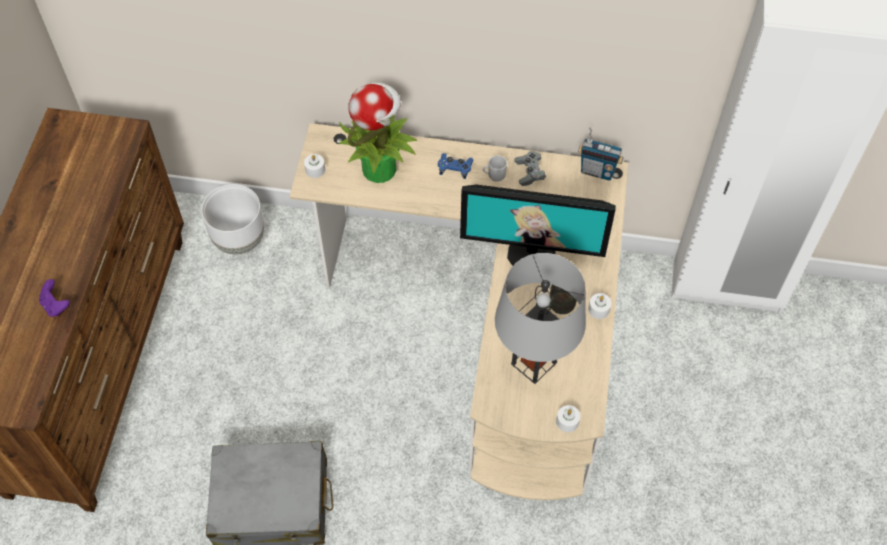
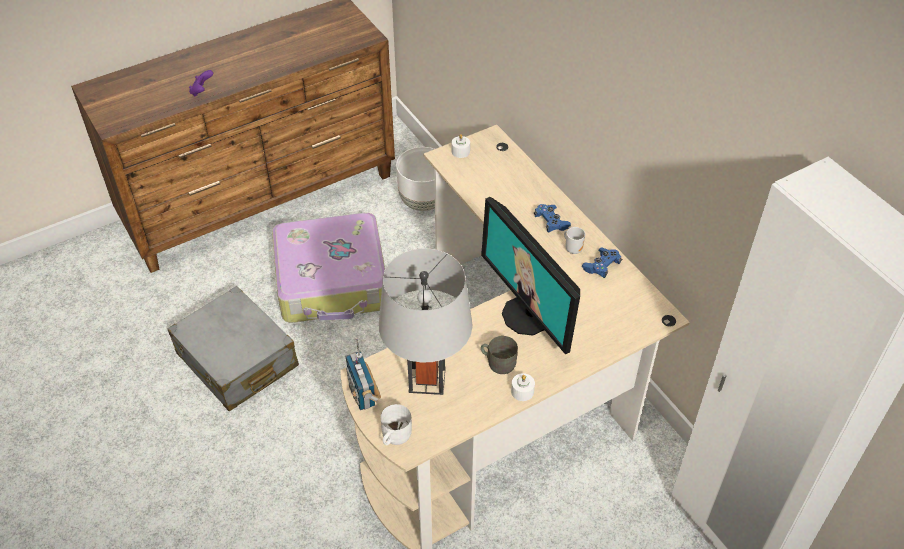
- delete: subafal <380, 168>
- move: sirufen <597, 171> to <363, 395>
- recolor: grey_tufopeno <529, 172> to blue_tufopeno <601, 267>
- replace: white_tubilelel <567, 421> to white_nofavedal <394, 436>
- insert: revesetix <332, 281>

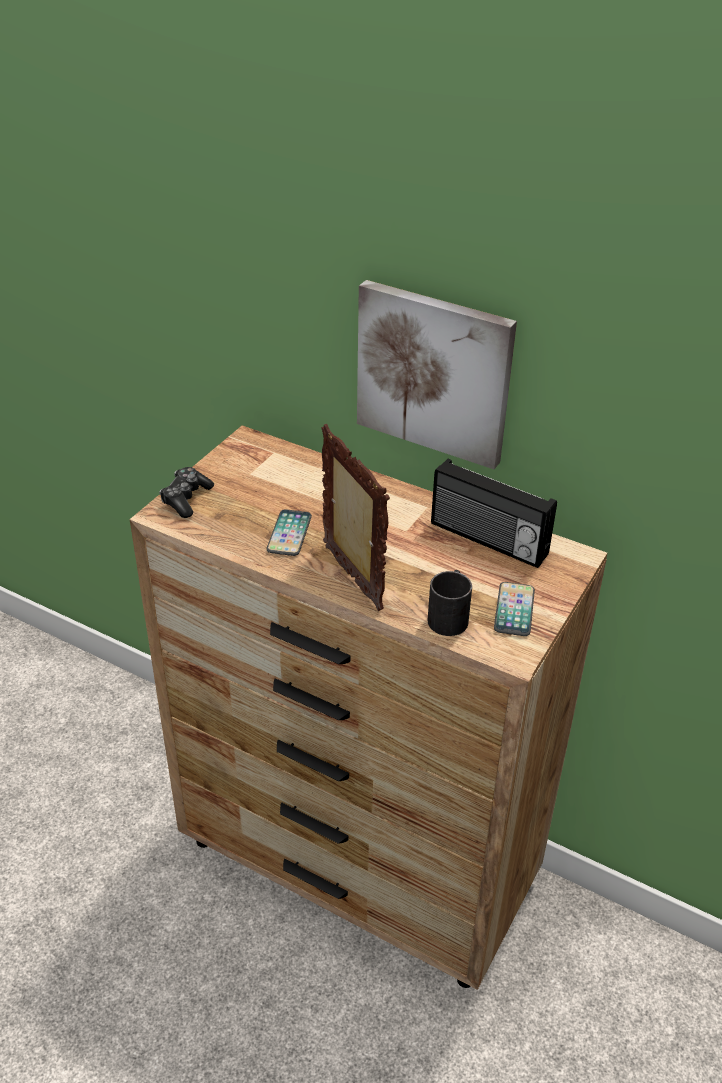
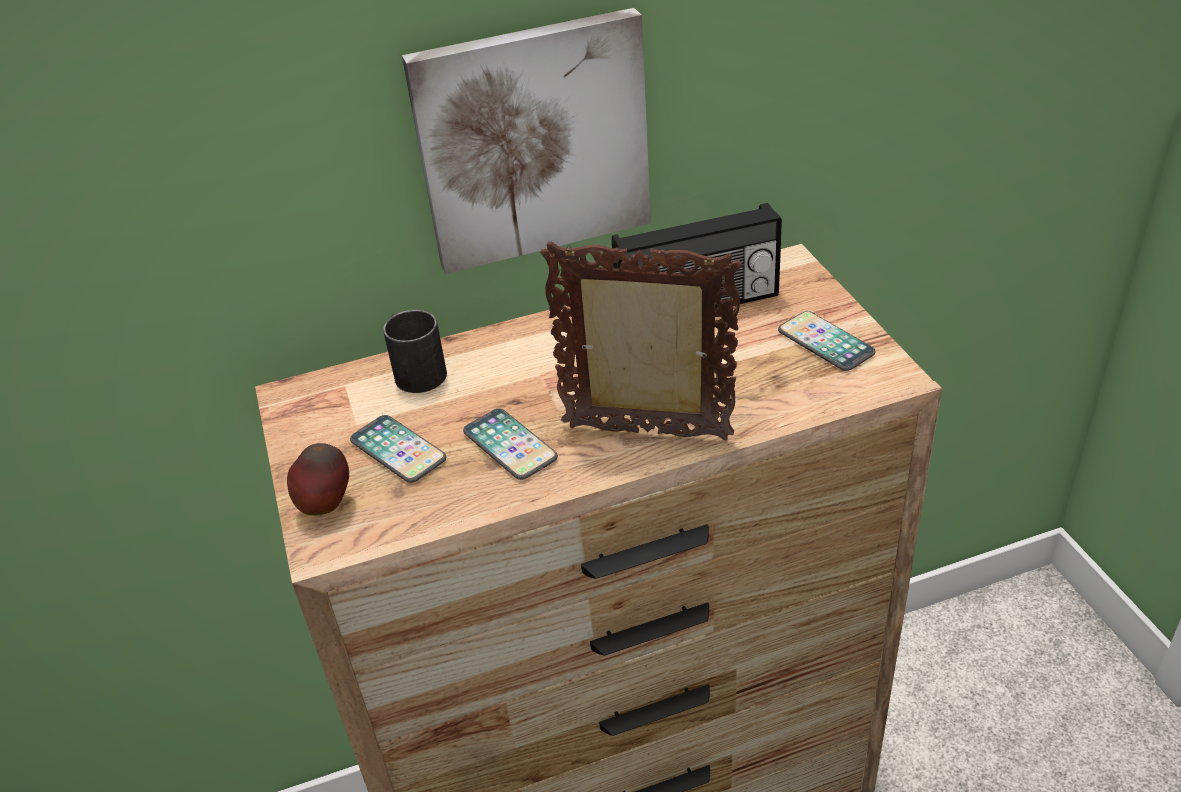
- replace: tufopeno <186, 499> to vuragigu <327, 505>
- move: black_nofavedal <449, 615> to <415, 370>
- insert: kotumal <398, 450>

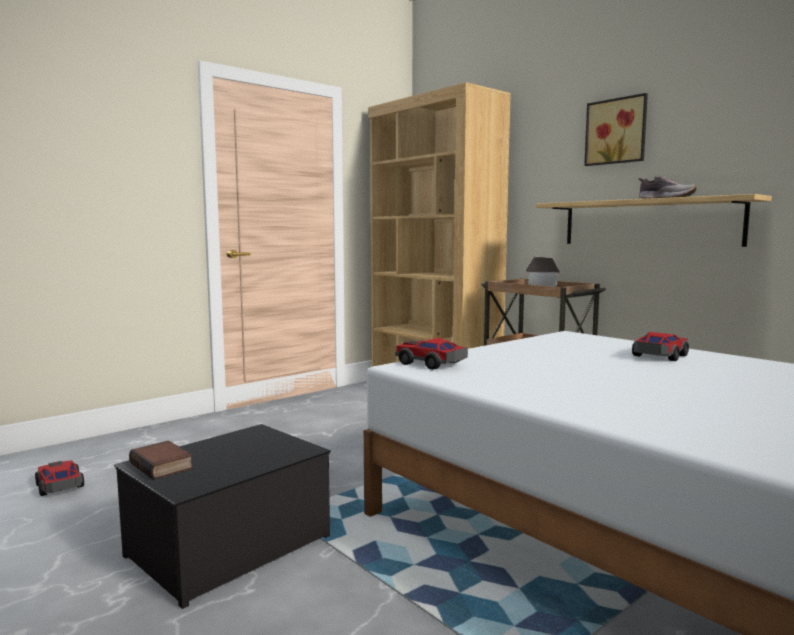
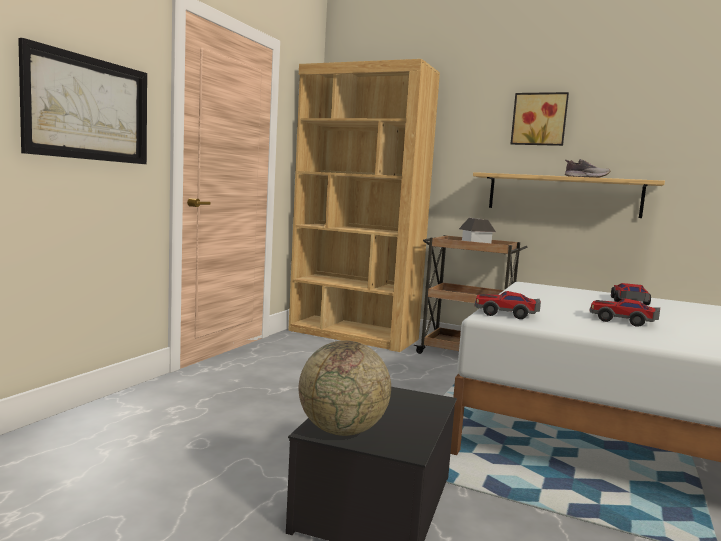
- replace: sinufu <163, 465> to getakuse <342, 430>
- move: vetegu <59, 486> to <622, 321>
- insert: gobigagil <88, 109>

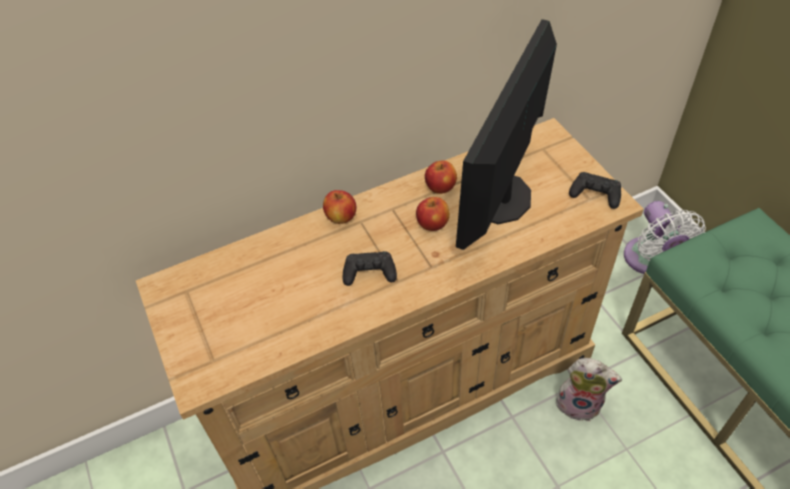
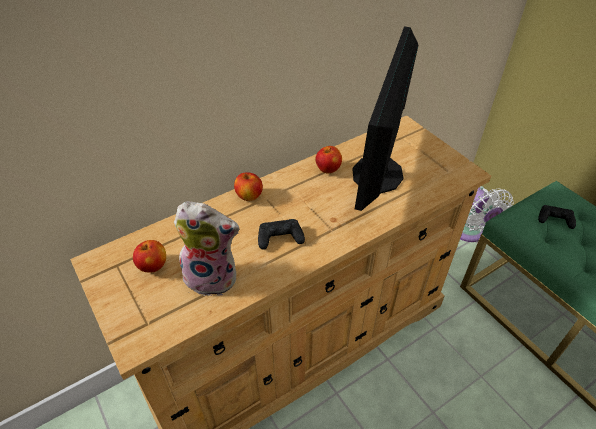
- move: black_tufopeno <595, 194> to <555, 219>
- move: vuragigu <432, 224> to <153, 265>
- move: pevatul <580, 403> to <213, 276>

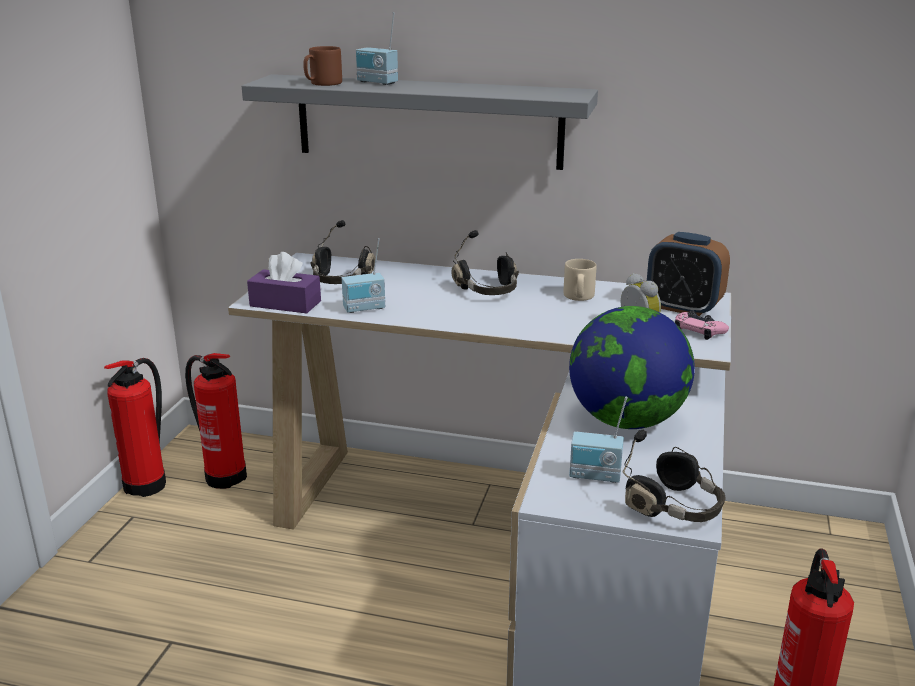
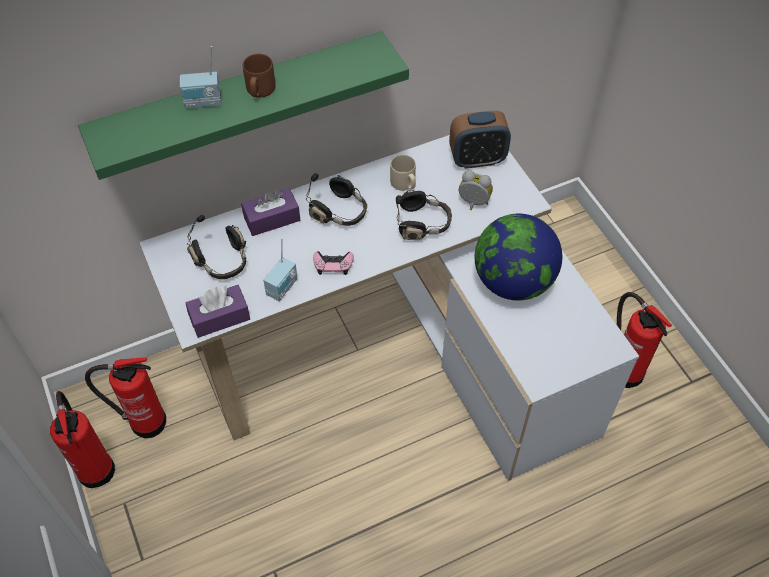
- move: brown_nofavedal <322, 83> to <259, 90>
- recolor: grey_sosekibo <428, 121> to green_sosekibo <241, 103>
- move: pink_tufopeno <699, 330> to <333, 264>
- delete: sirufen <595, 476>
- move: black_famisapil <675, 508> to <423, 223>
- insert: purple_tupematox <272, 219>

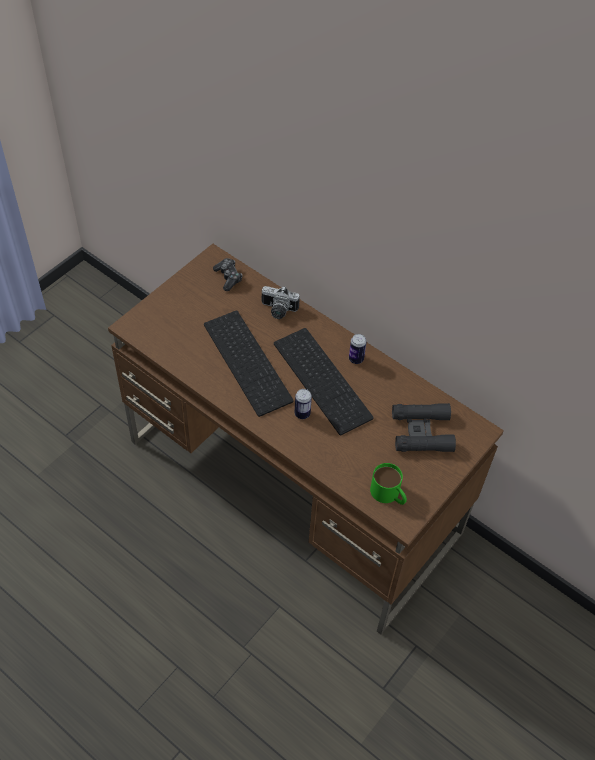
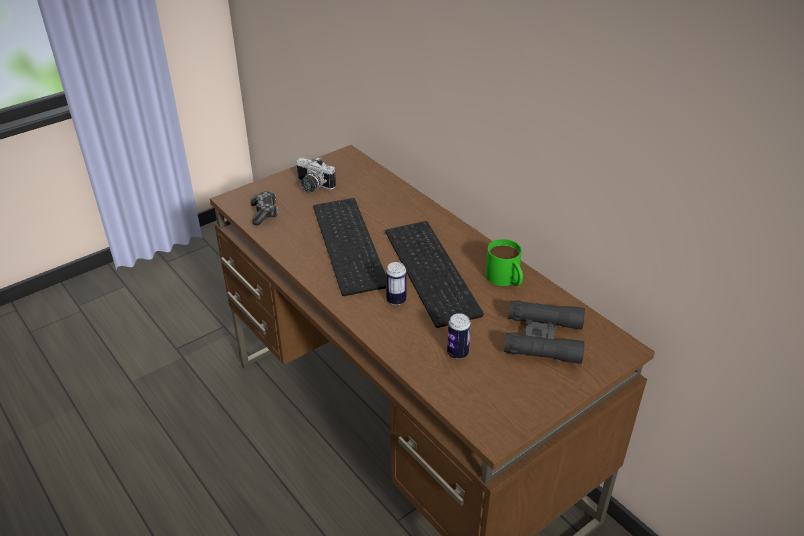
- move: tufopeno <228, 277> to <264, 213>
- move: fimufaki <278, 310> to <312, 187>
- move: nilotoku <356, 359> to <457, 353>
- move: green_nofavedal <389, 494> to <505, 279>

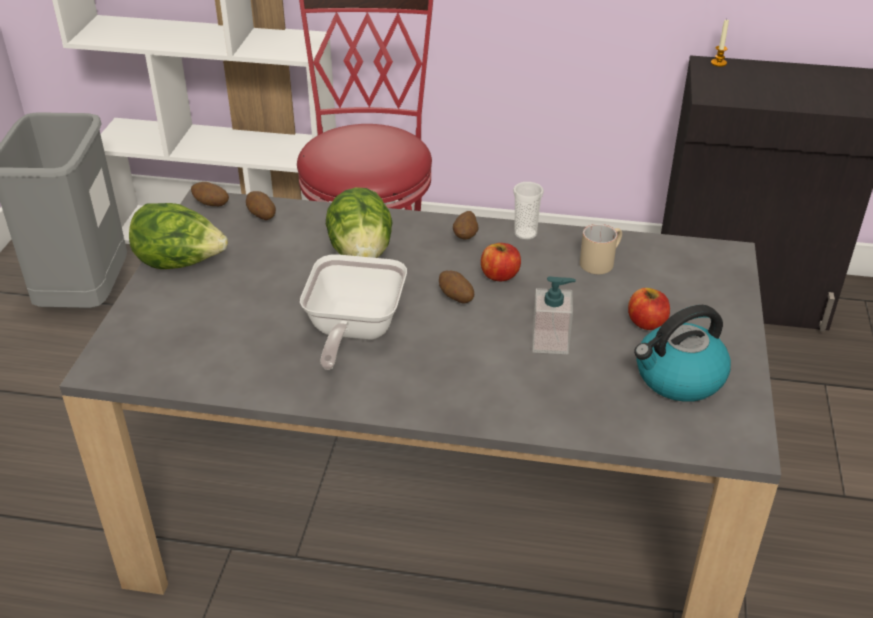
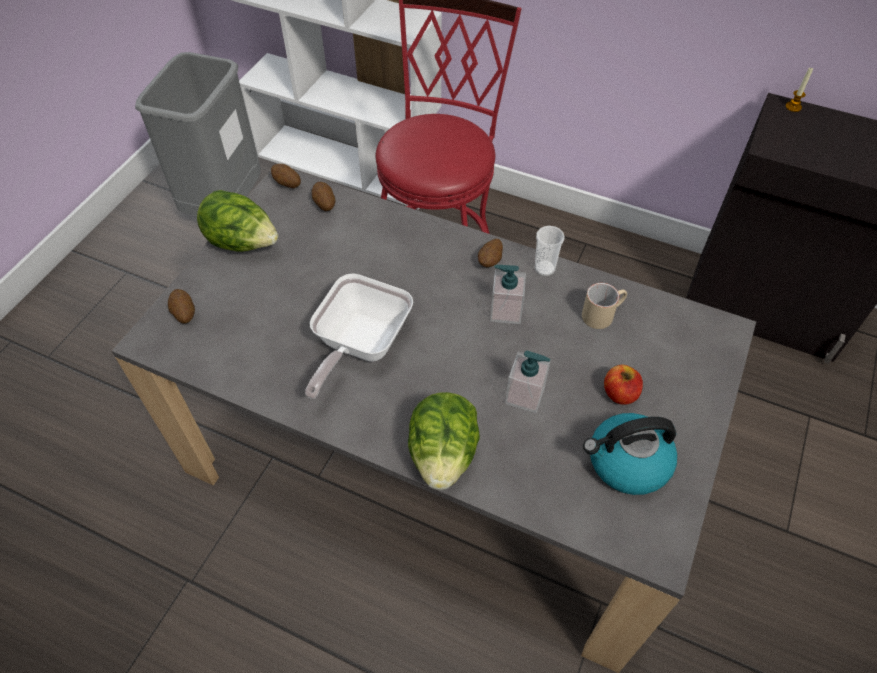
- move: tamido <361, 253> to <443, 454>
- replace: vuragigu <500, 275> to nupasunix <505, 311>
- move: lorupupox <456, 298> to <184, 314>

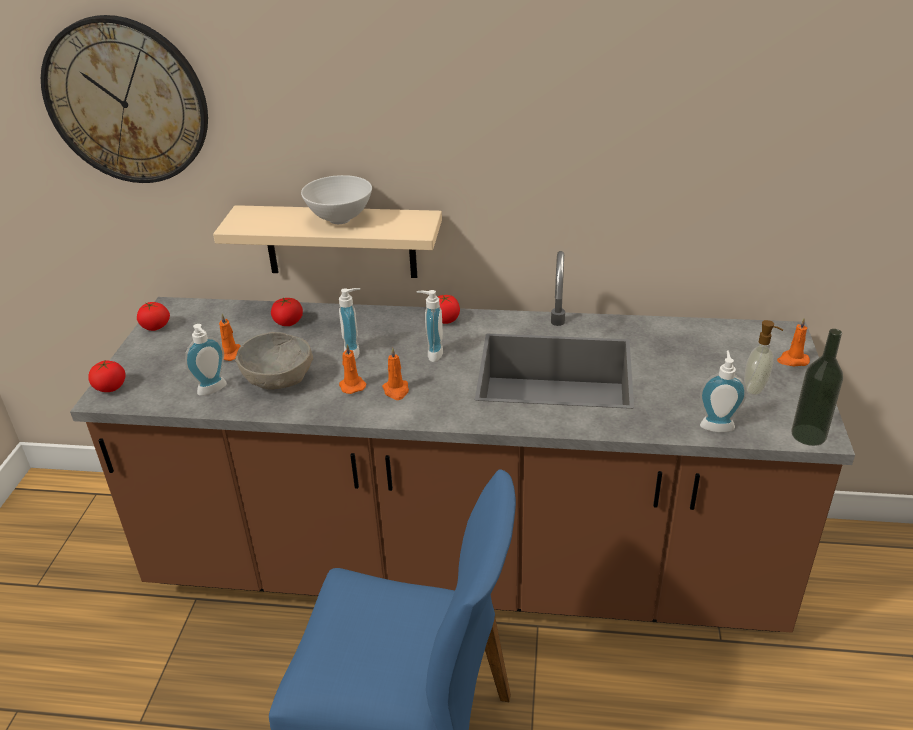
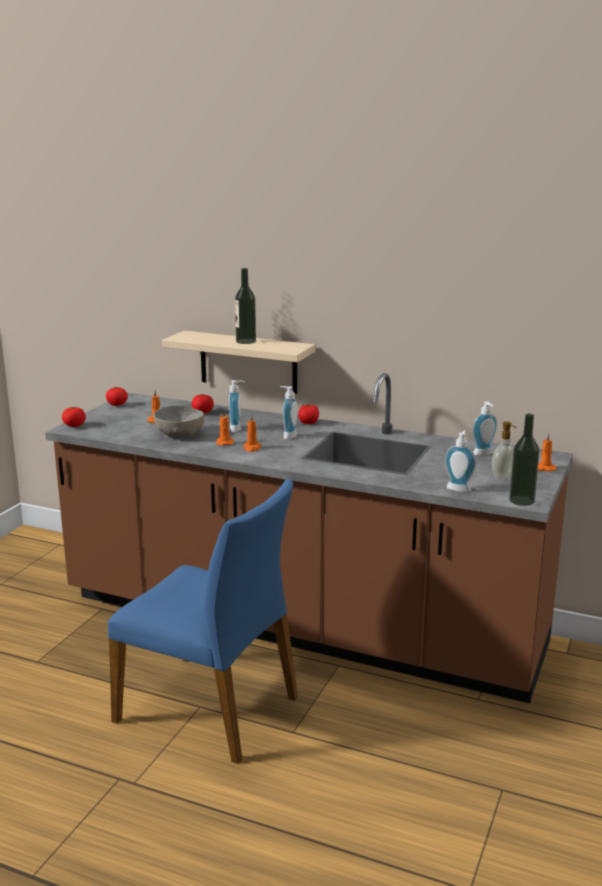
- delete: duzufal <126, 101>
- replace: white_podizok <340, 219> to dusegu <246, 341>
- move: nupasunix <213, 390> to <484, 454>

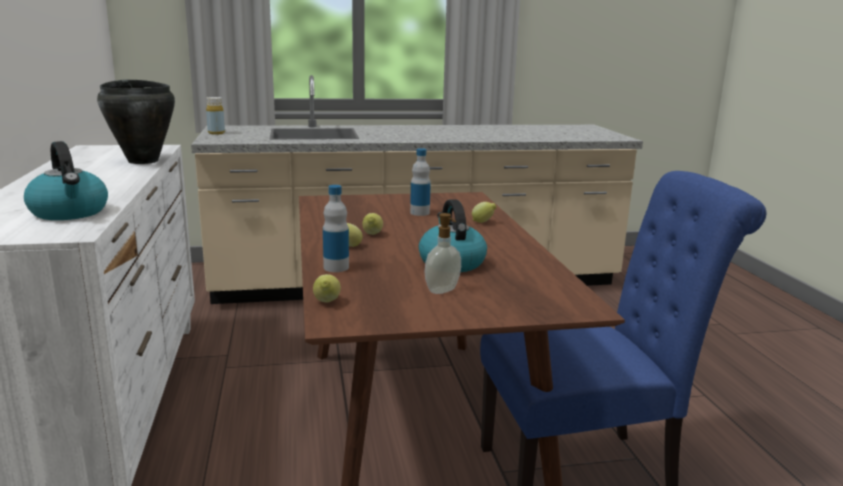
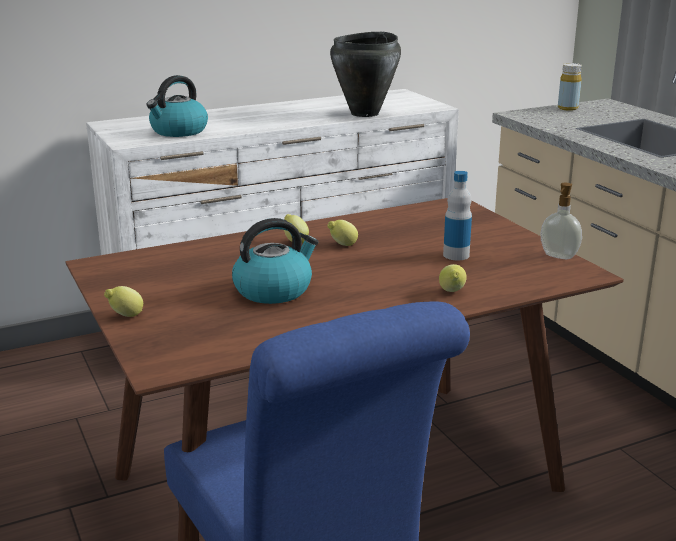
- delete: dusegu <336, 267>
- move: nupasunix <443, 291> to <558, 256>
- move: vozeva <326, 303> to <125, 316>

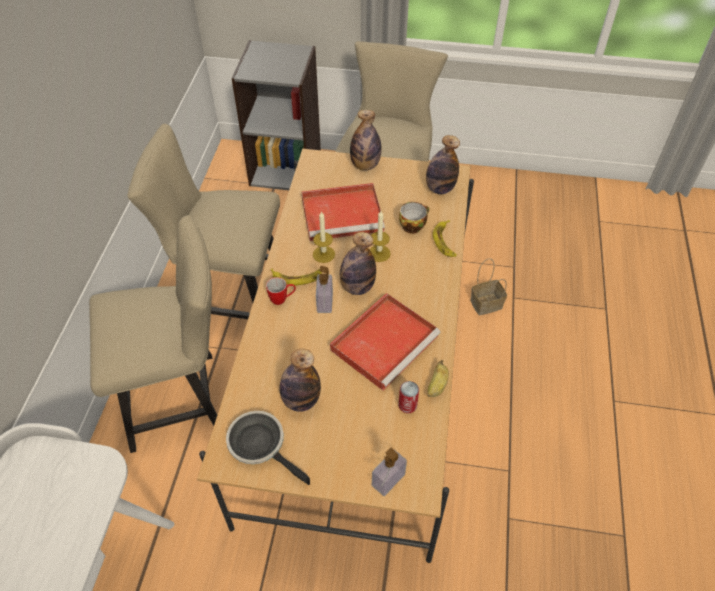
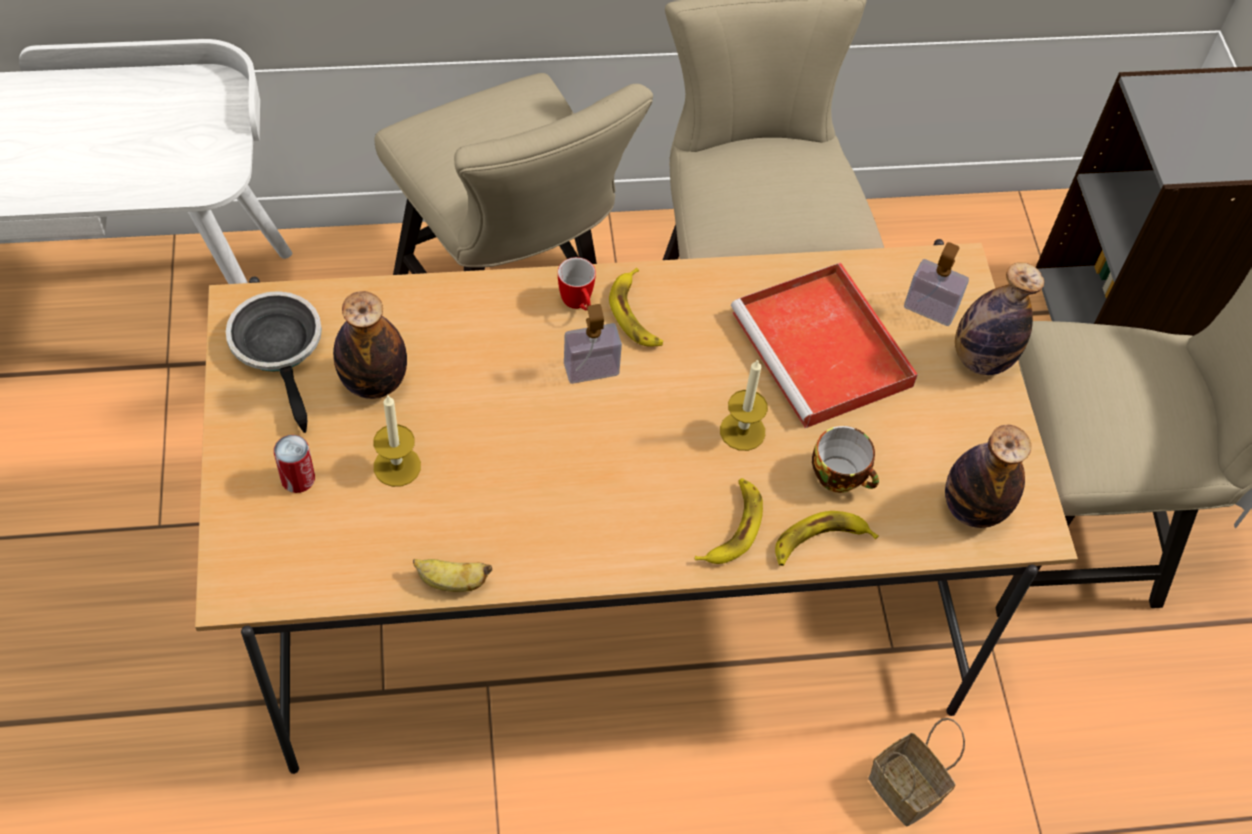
- move: tubilelel <323, 254> to <397, 466>
- delete: dusegu <357, 287>
- delete: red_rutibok <385, 341>
- move: nilotoku <407, 405> to <298, 479>
- rotate: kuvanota <261, 445> = <279, 348> 45 degrees counterclockwise
- move: nupasunix <388, 480> to <930, 308>
- insert: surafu <732, 527>

